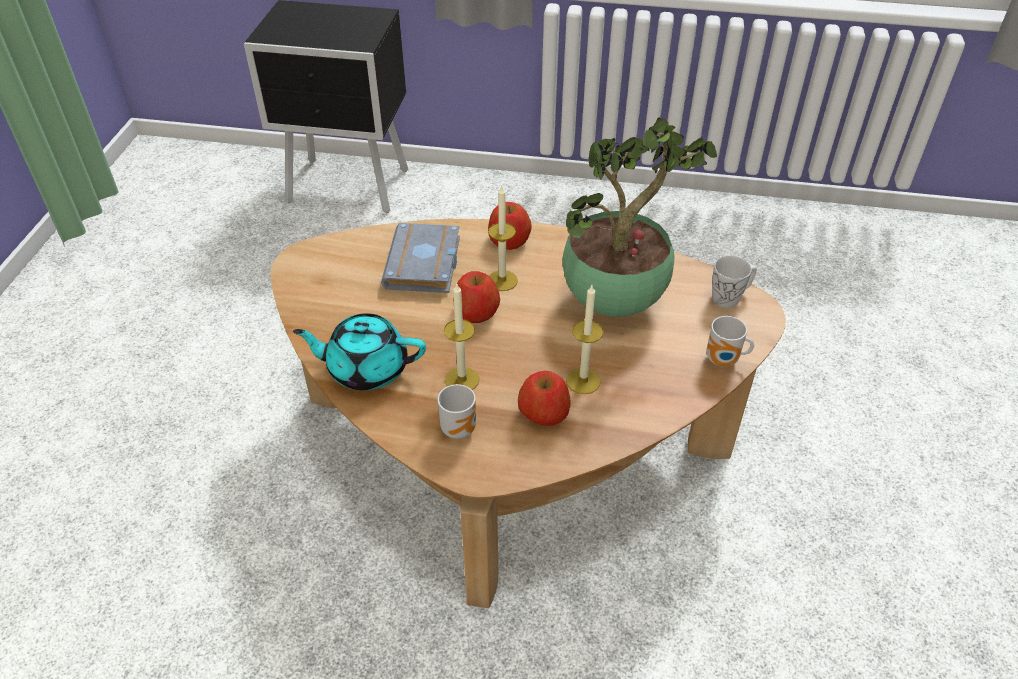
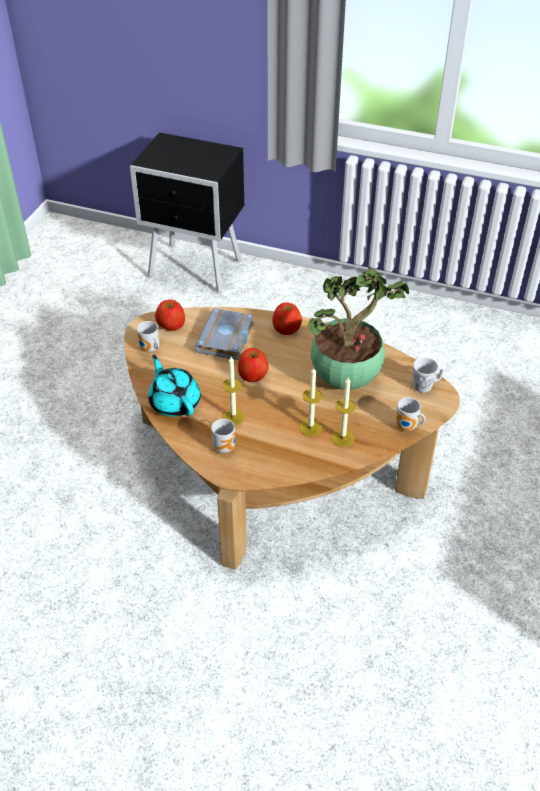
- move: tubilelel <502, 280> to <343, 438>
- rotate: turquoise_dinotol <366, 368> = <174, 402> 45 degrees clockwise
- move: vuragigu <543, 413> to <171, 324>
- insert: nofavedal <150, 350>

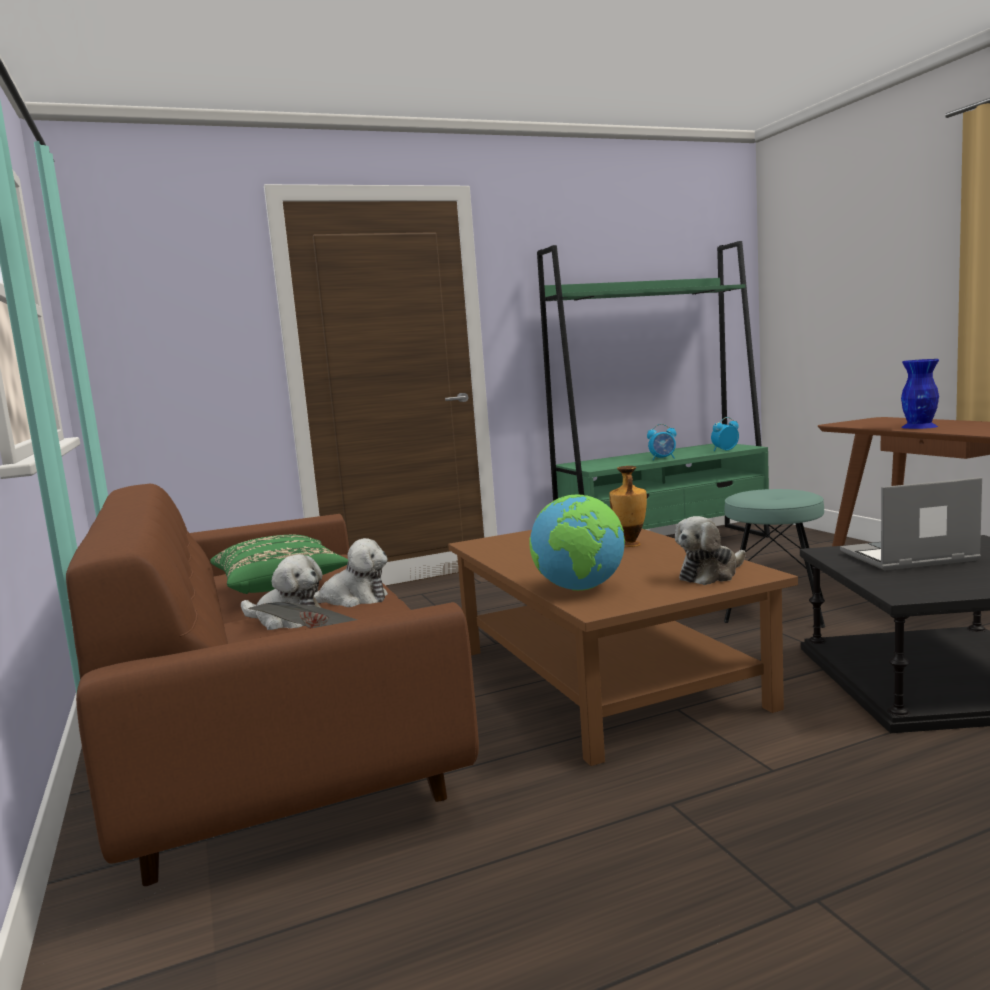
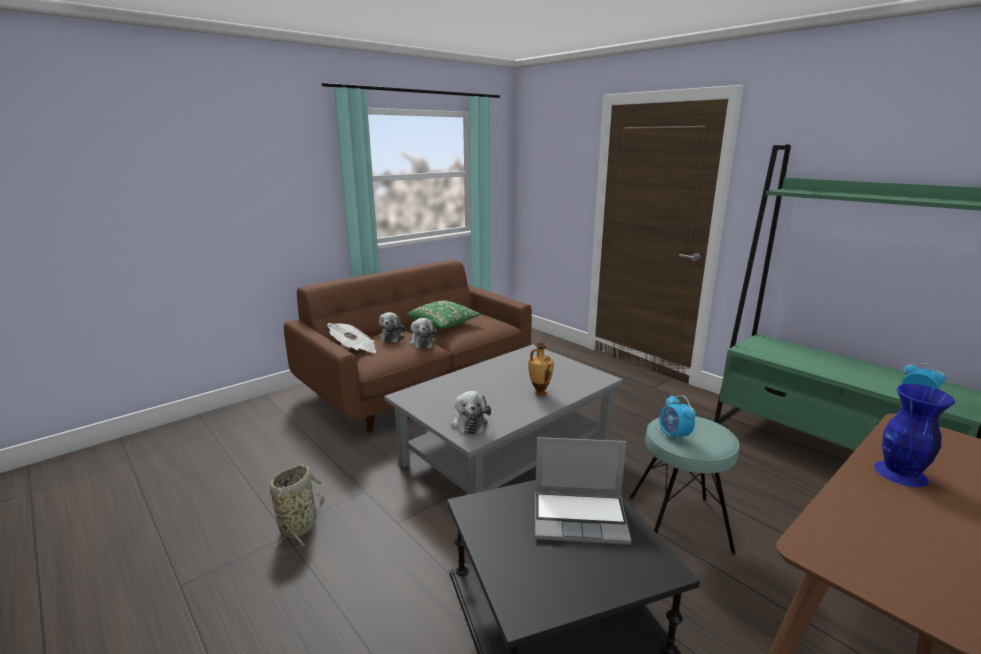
- move: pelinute <663, 459> to <674, 436>
- rotate: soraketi <907, 557> = <581, 518> 120 degrees clockwise
- delete: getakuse <580, 588>
- rotate: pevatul <710, 574> = <469, 423> 135 degrees counterclockwise
- recolor: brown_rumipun <603, 677> to grey_rumipun <506, 455>
- insert: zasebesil <300, 525>

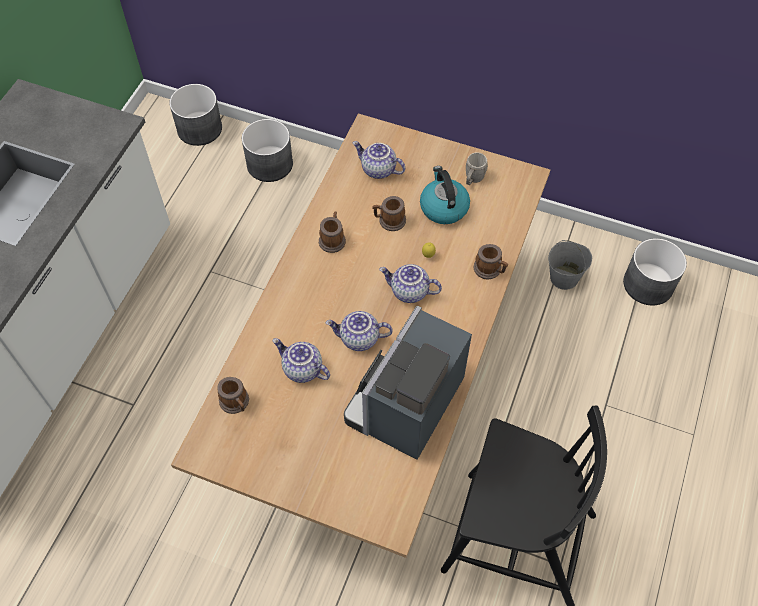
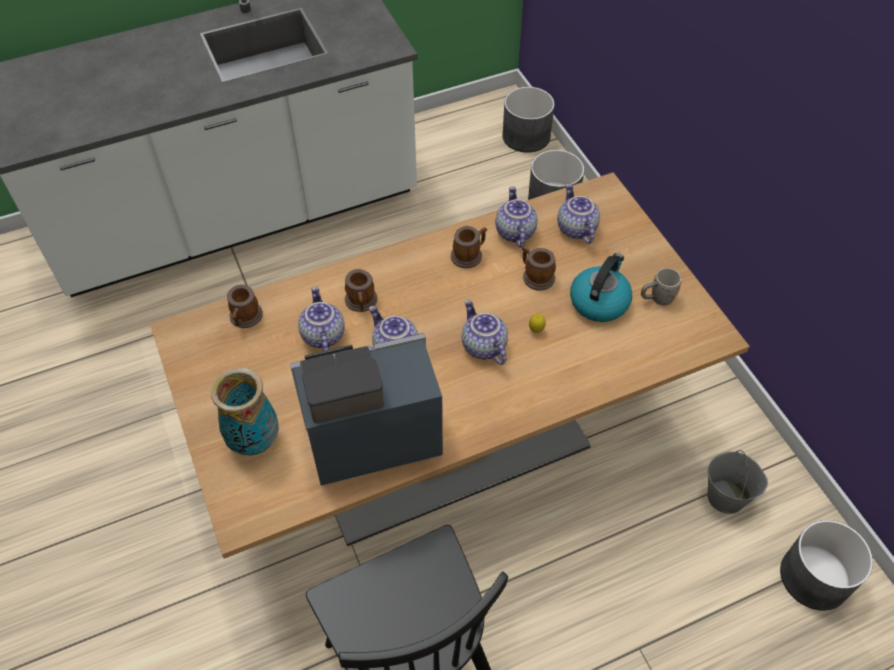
- move: nofavedal <490, 270> to <361, 303>
- insert: dinotol <514, 232>
- insert: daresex <253, 441>

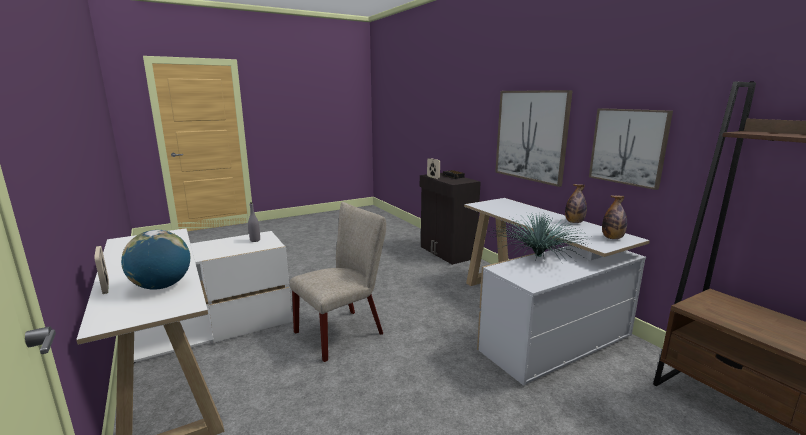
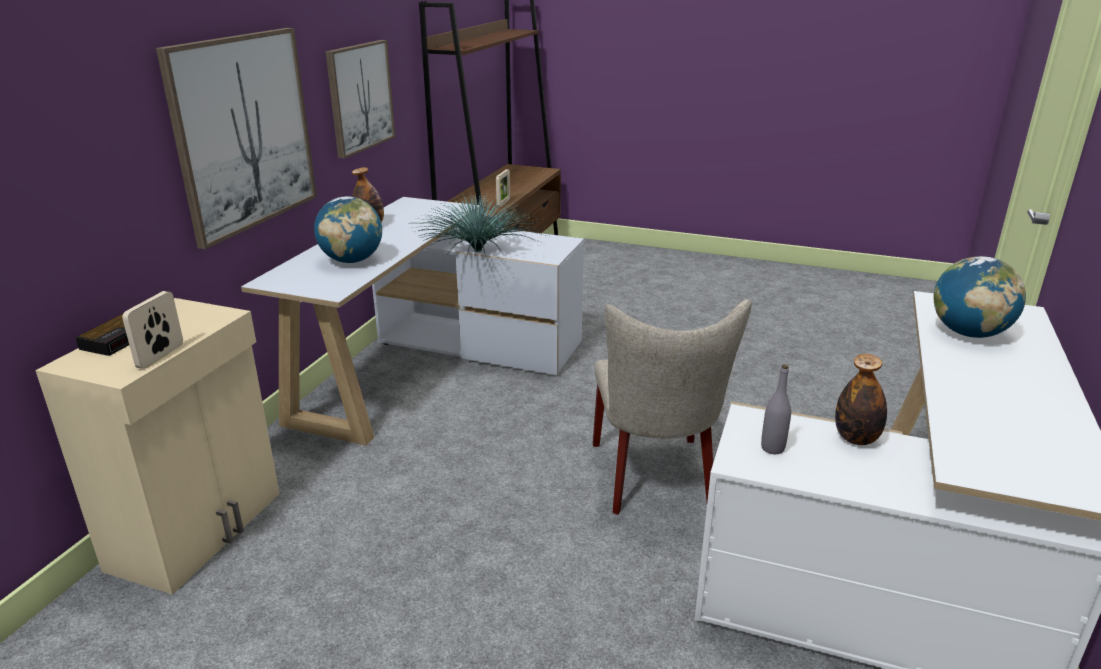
- recolor: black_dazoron <446, 252> to beige_dazoron <199, 530>
- move: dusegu <612, 238> to <856, 439>
- rotate: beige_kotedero <344, 331> = <655, 480> 105 degrees counterclockwise
- move: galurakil <105, 287> to <503, 203>
- insert: getakuse <352, 260>

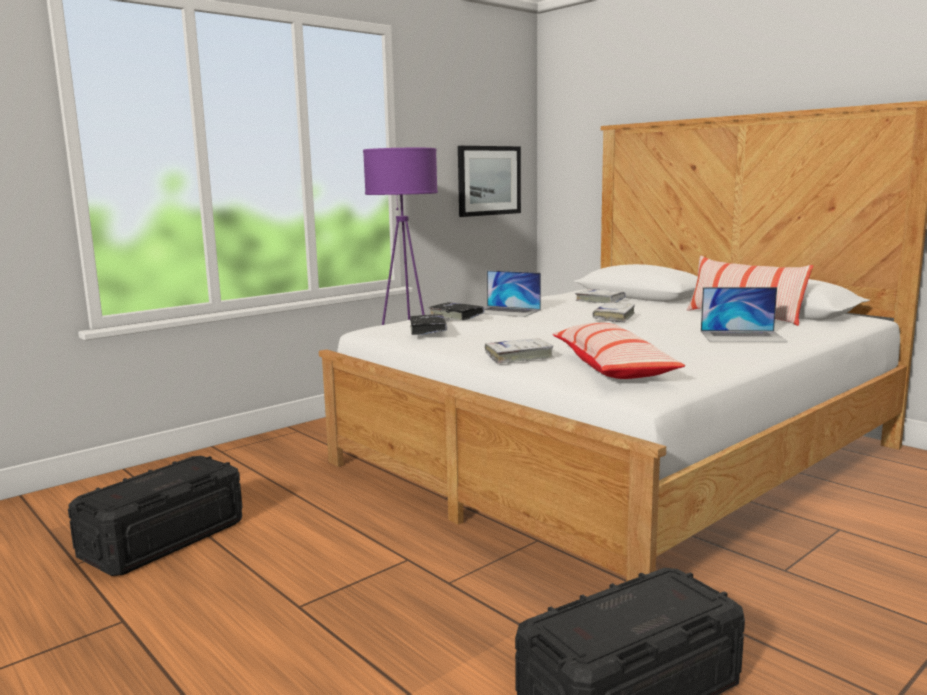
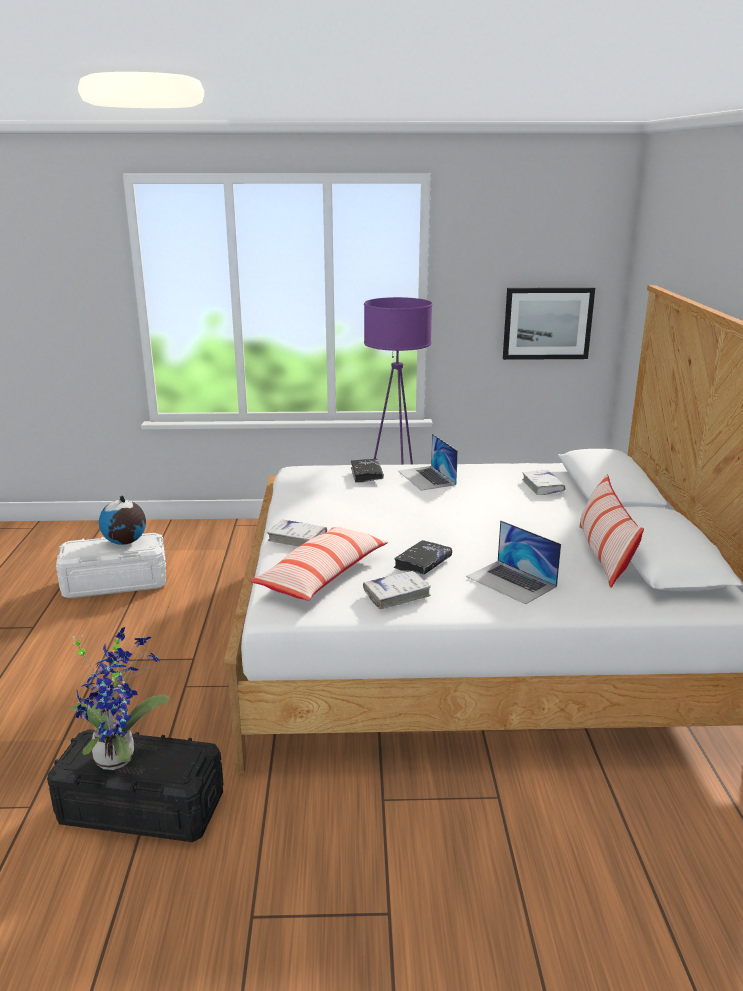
- move: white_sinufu <614, 317> to <397, 595>
- move: black_sinufu <428, 330> to <423, 563>
- recolor: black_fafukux <163, 539> to white_fafukux <115, 582>
- insert: getakuse <125, 542>
- insert: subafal <119, 755>

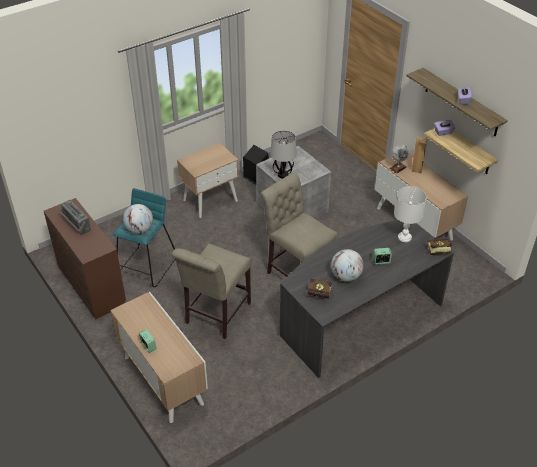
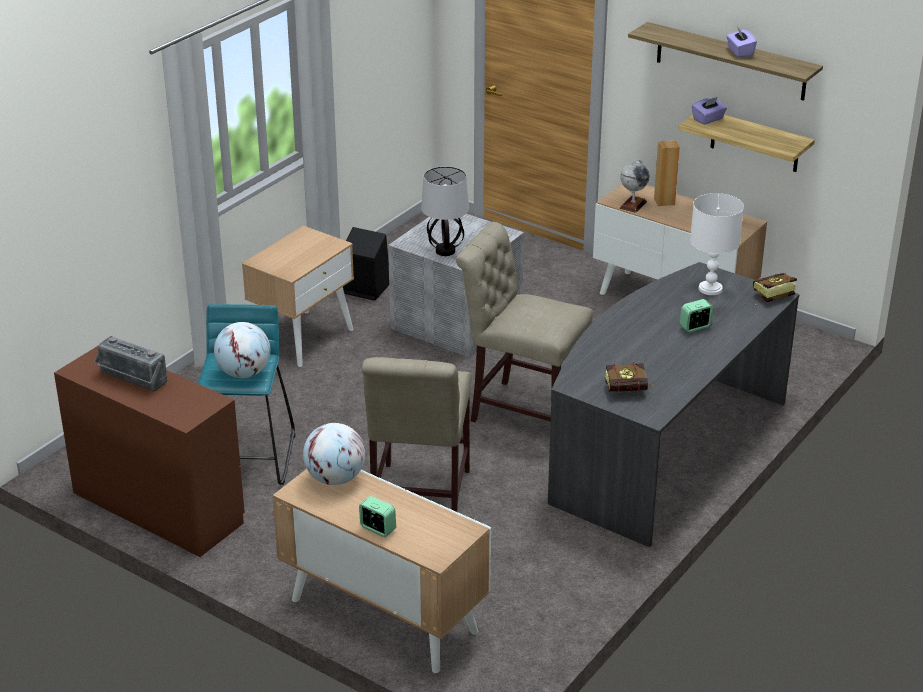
- move: getakuse <346, 276> to <335, 478>

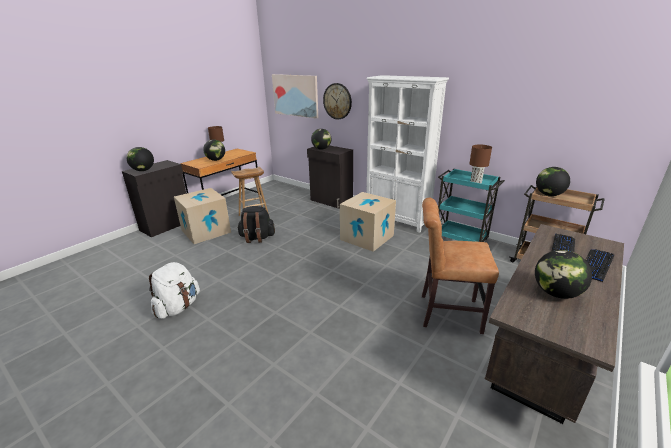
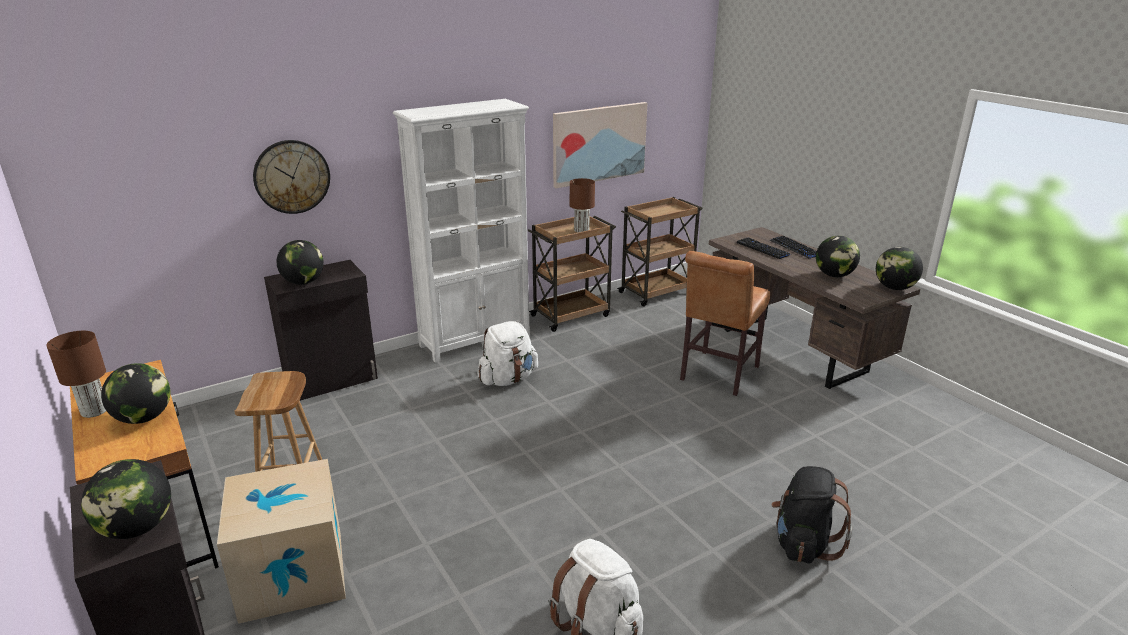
- move: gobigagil <295, 95> to <599, 143>
- move: getakuse <549, 195> to <894, 288>
- recolor: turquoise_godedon <461, 239> to brown_godedon <571, 315>
- replace: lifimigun <367, 237> to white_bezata <508, 379>
- move: black_bezata <257, 238> to <803, 543>

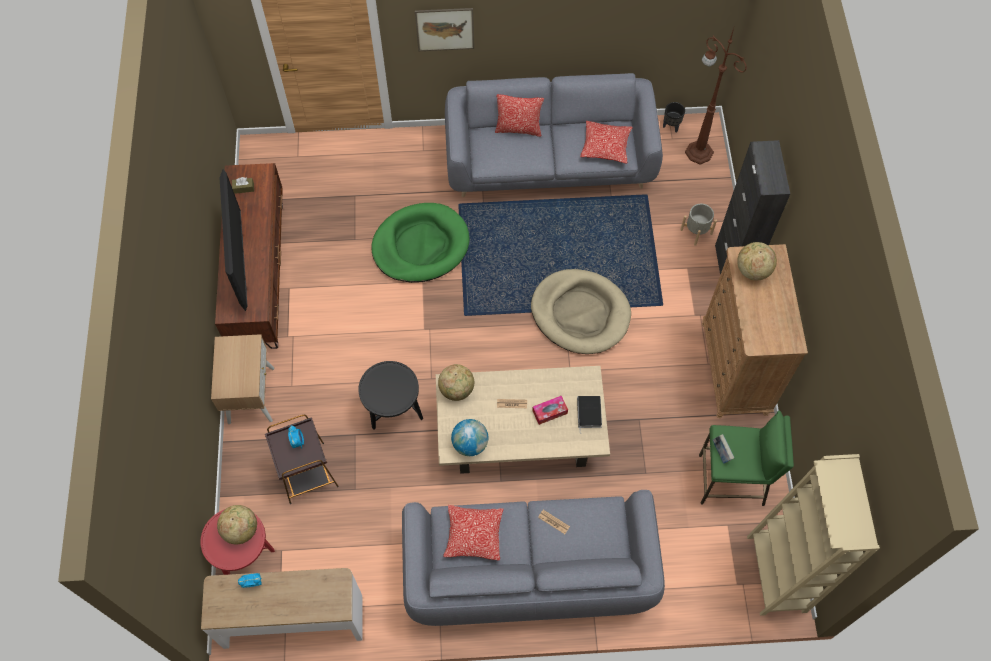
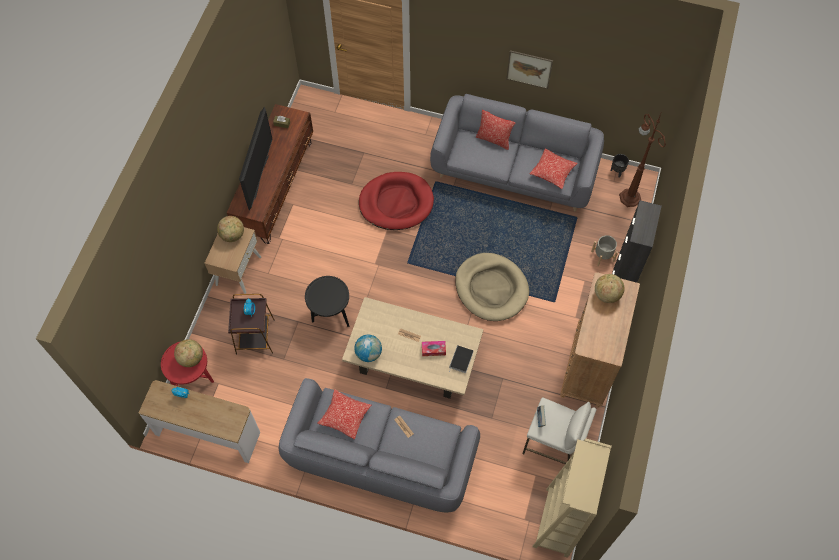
- move: gobigagil <445, 29> to <529, 69>
- recolor: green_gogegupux <420, 245> to red_gogegupux <396, 203>
- move: getakuse <457, 389> to <232, 235>
- recolor: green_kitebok <731, 480> to white_kitebok <552, 445>

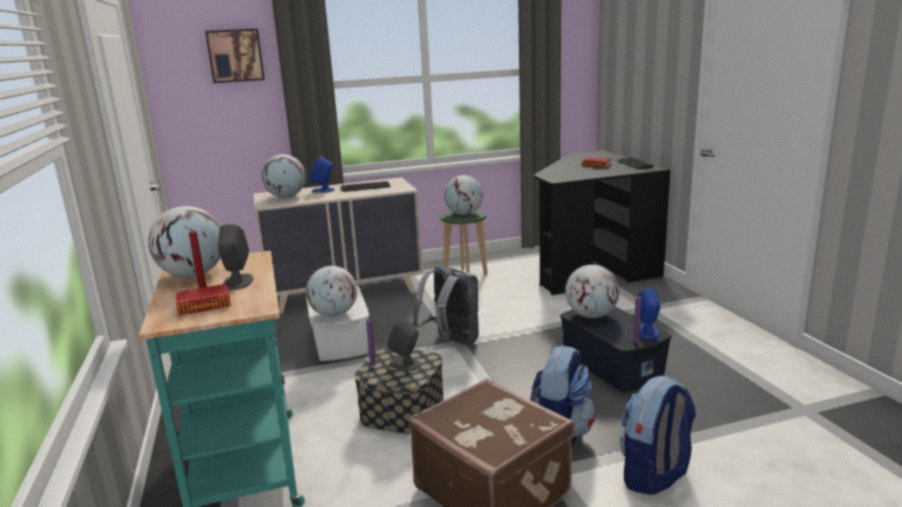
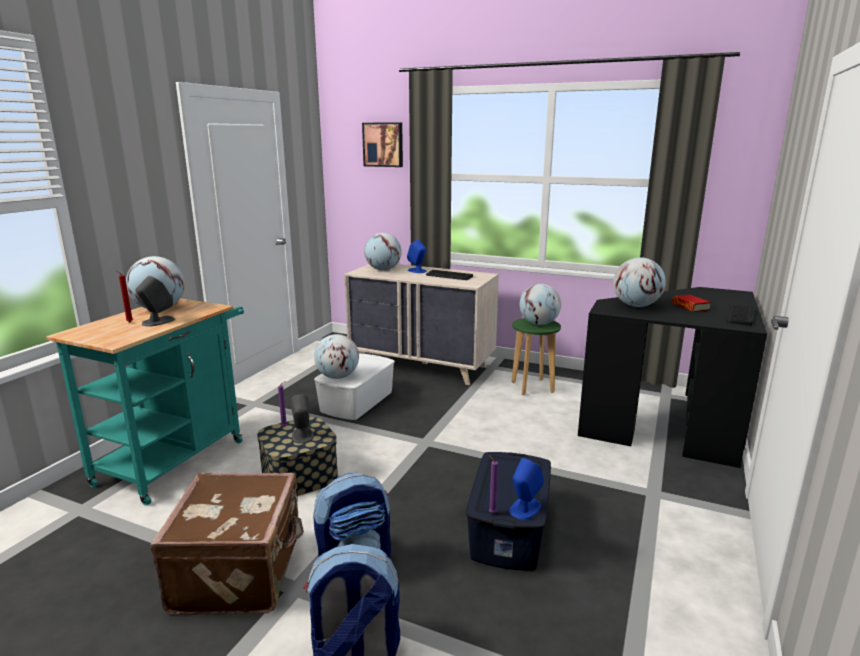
- move: getakuse <591, 315> to <636, 306>
- delete: grey_bezata <451, 342>
- delete: sinufu <204, 305>

